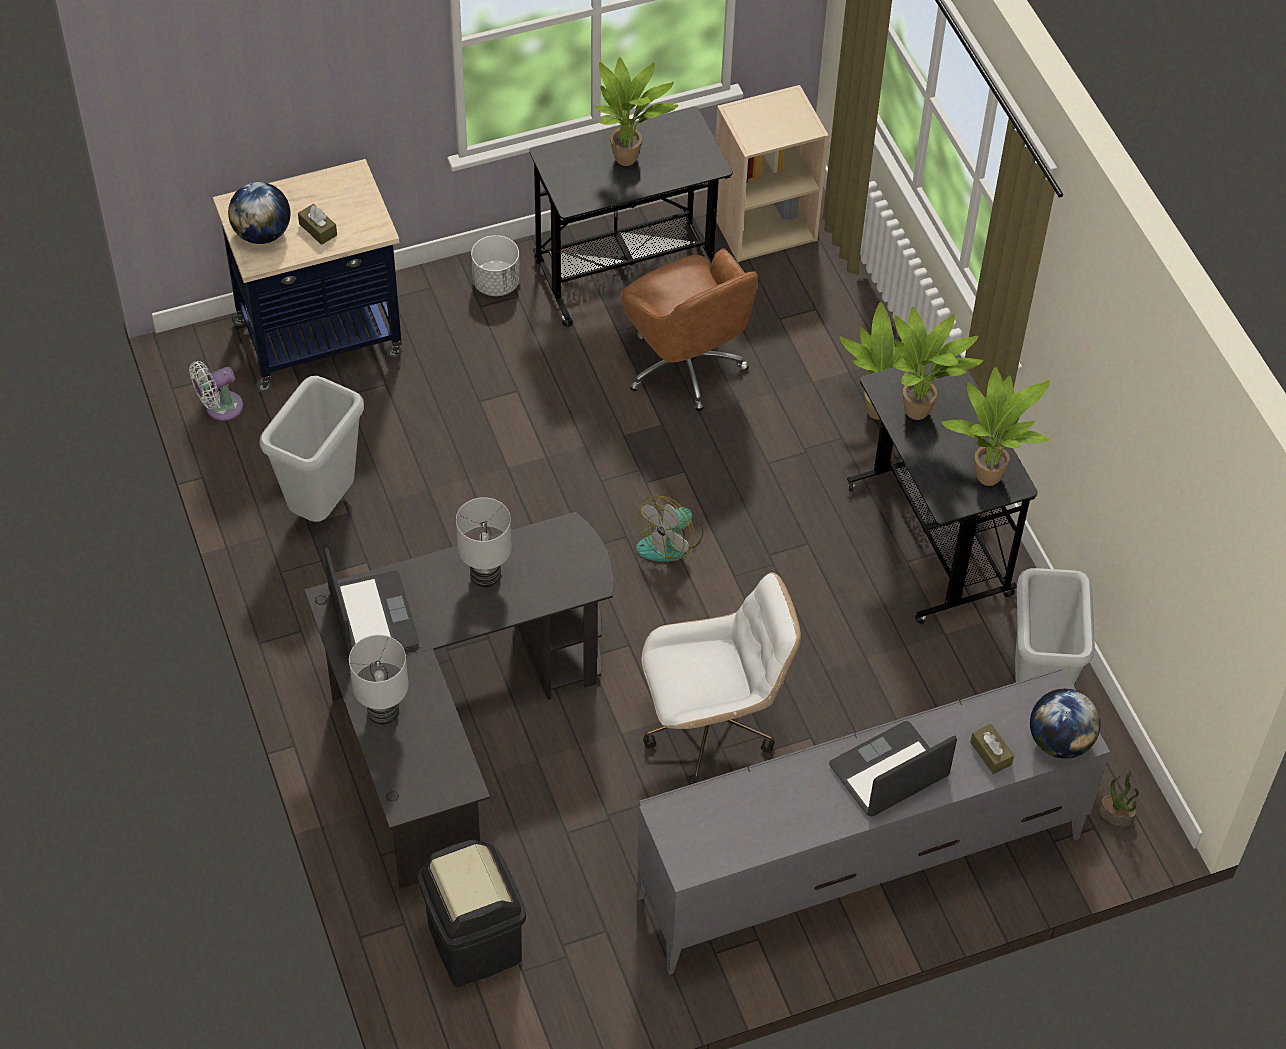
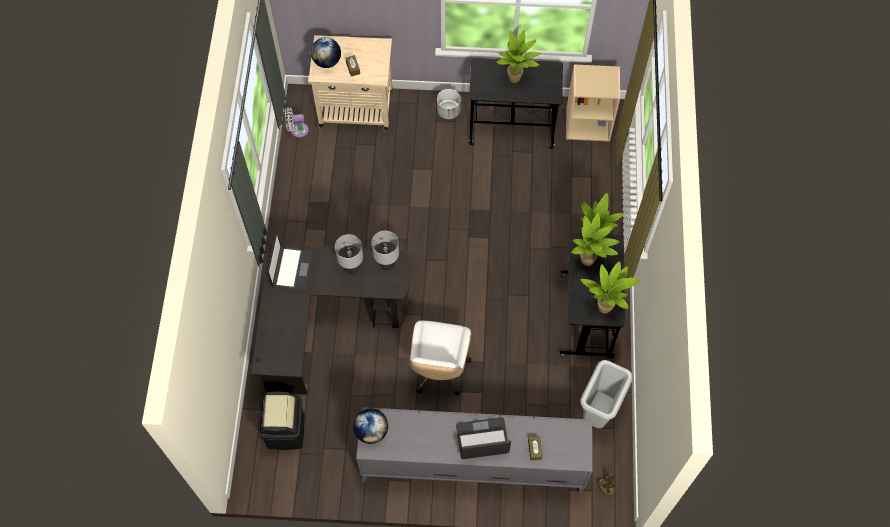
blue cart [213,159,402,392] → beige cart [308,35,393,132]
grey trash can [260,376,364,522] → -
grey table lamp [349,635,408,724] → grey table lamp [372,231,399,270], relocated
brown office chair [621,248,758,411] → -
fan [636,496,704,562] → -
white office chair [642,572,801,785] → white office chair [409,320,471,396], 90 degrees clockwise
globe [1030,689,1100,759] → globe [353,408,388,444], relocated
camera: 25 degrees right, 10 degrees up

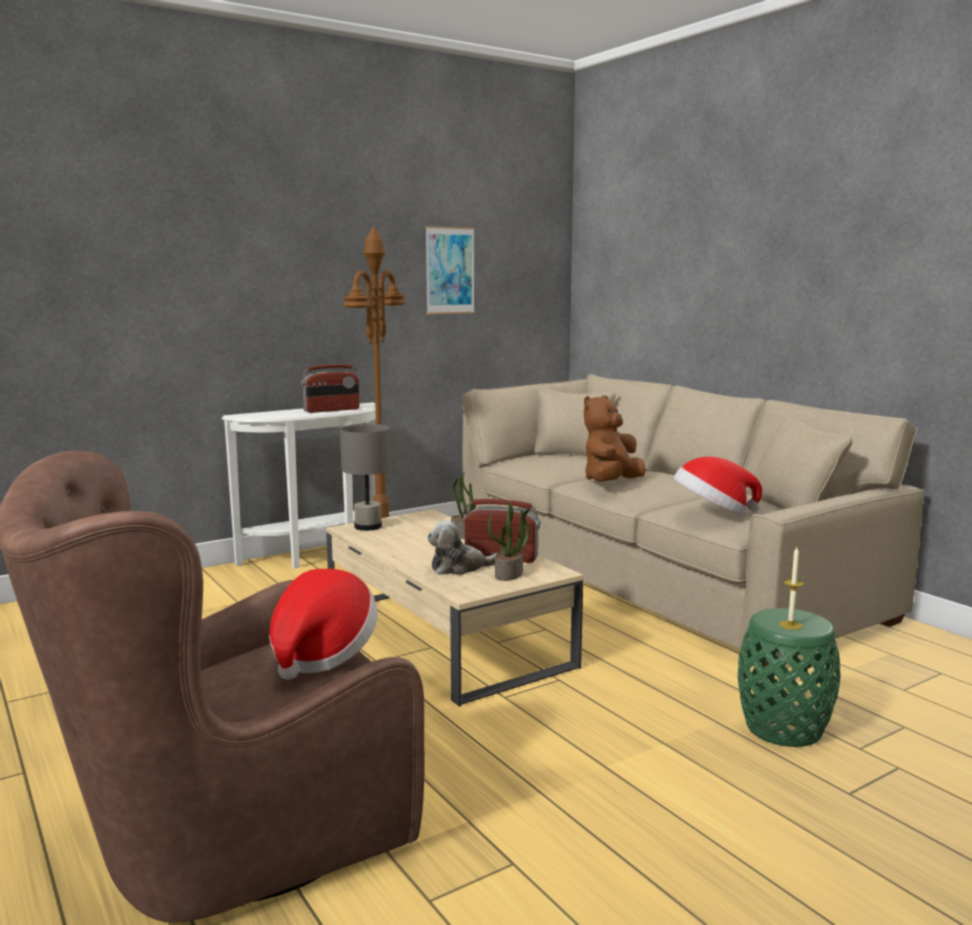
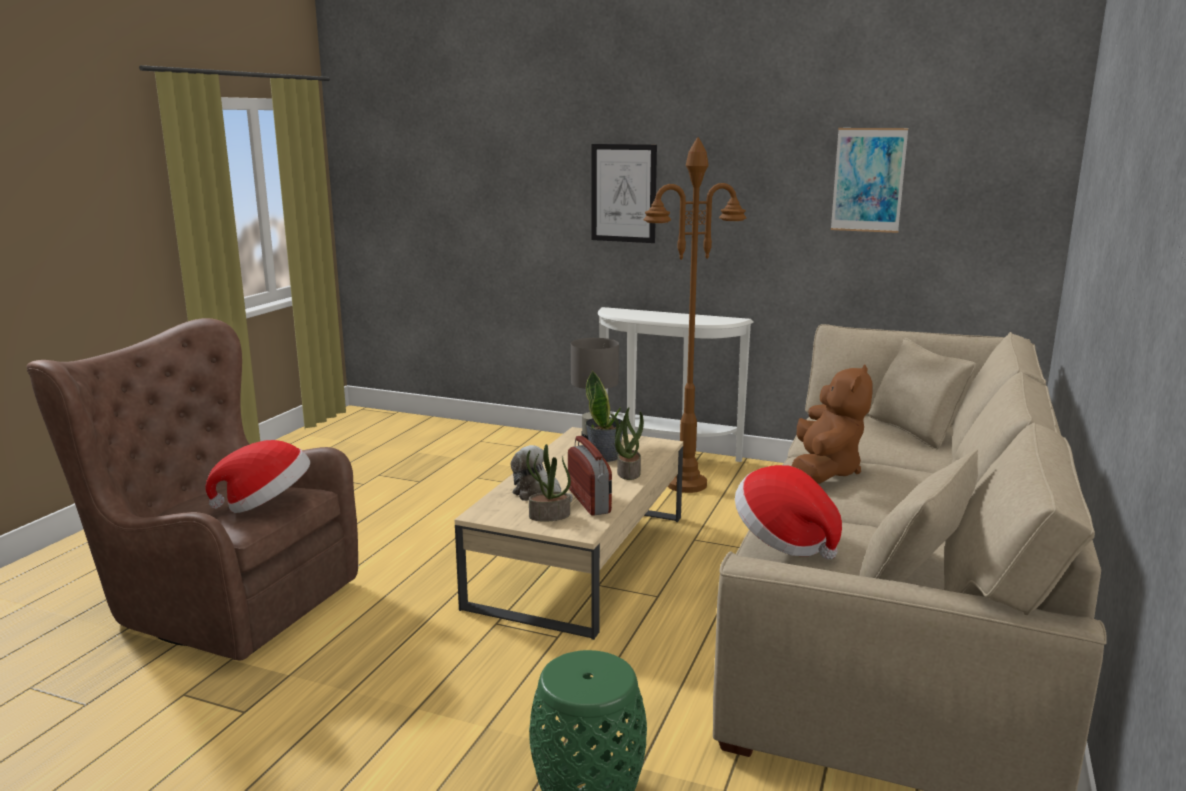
radio [301,364,360,413] → -
brown plush toy [584,395,646,482] → brown plush toy [791,364,873,484], 105 degrees clockwise
candle [779,547,804,630] → -
- → potted plant [585,371,623,462]
- → picture [591,144,657,243]
camera: 55 degrees right, 5 degrees up

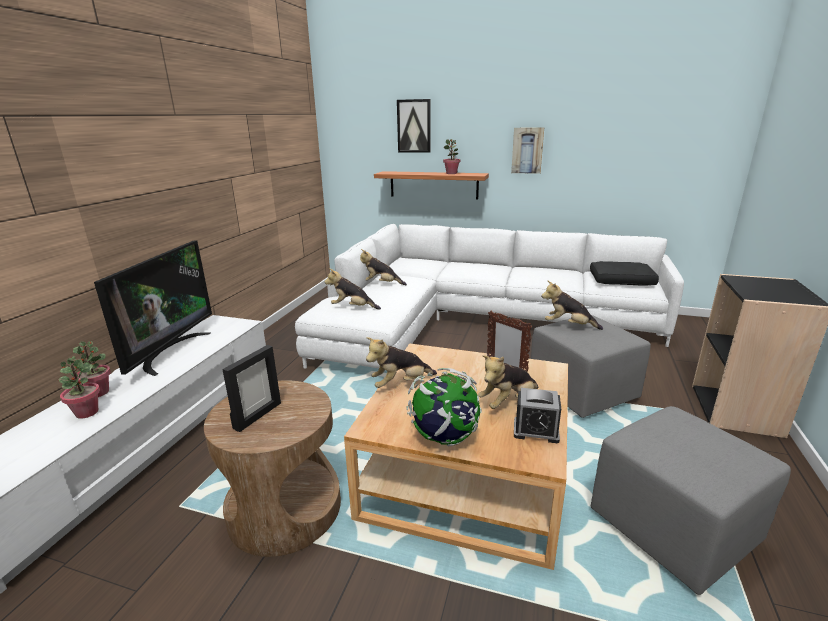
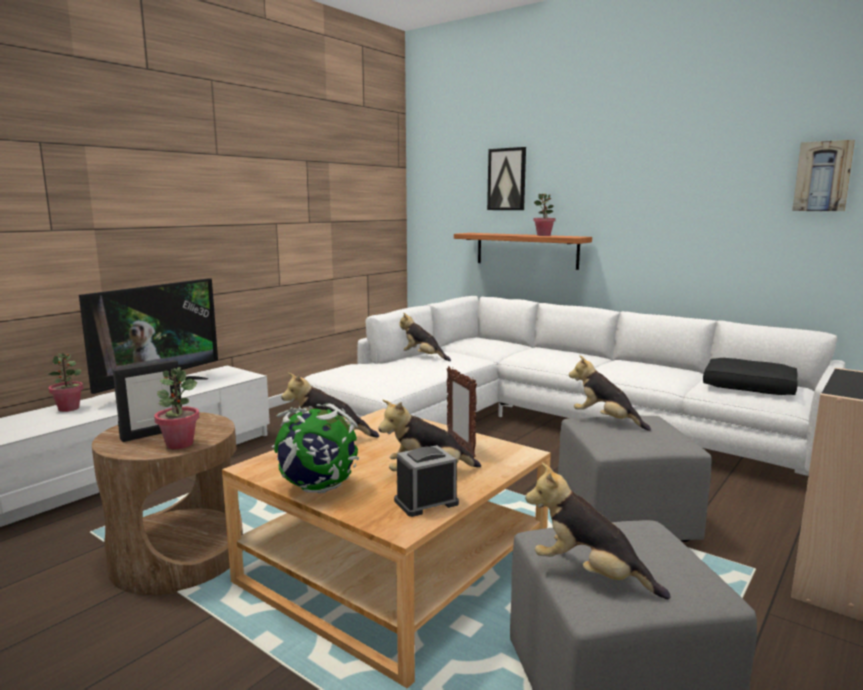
potted plant [58,356,100,419] → potted plant [154,367,199,449], relocated
plush toy [325,268,381,310] → plush toy [525,463,670,599], relocated
picture [511,127,544,174] → picture [792,140,855,211], relocated
alarm clock [514,388,561,443] → alarm clock [394,445,459,517], 120 degrees clockwise
camera: 20 degrees right, 10 degrees down

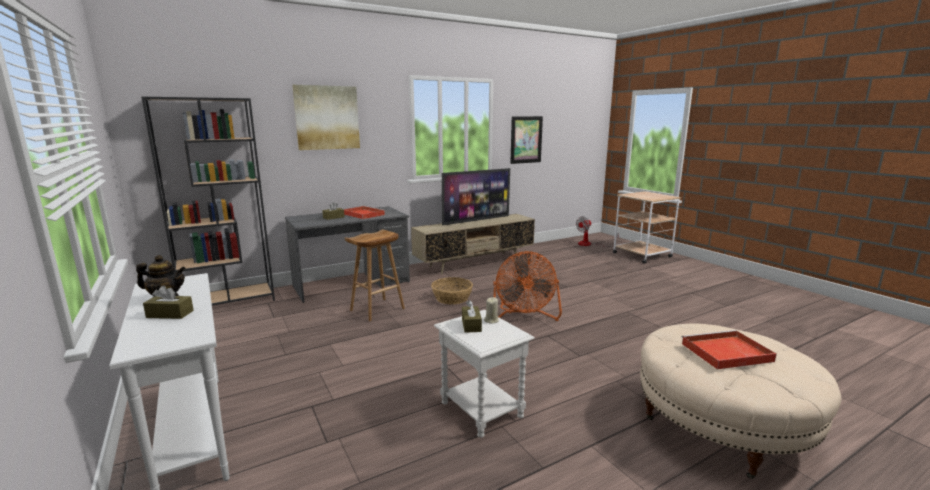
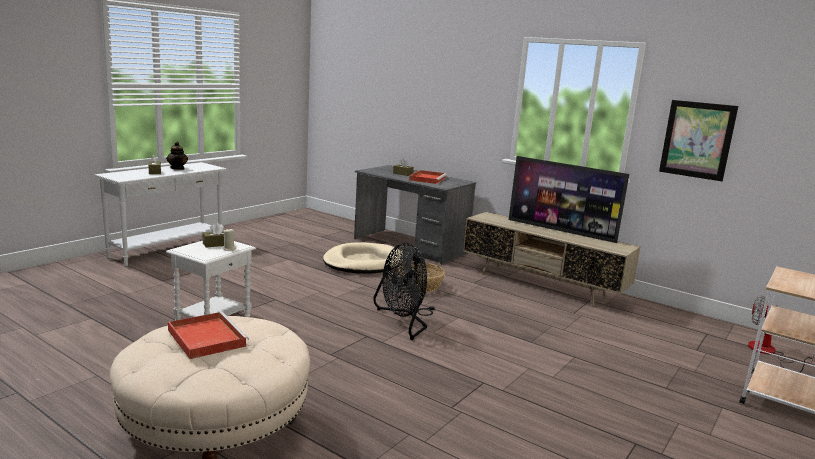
bookcase [142,97,275,306] → -
picture [292,85,360,150] → -
brown stool [345,230,405,321] → beige dog bed [323,242,403,274]
orange fan [493,251,562,321] → black fan [373,243,436,340]
camera: 65 degrees right, 0 degrees up

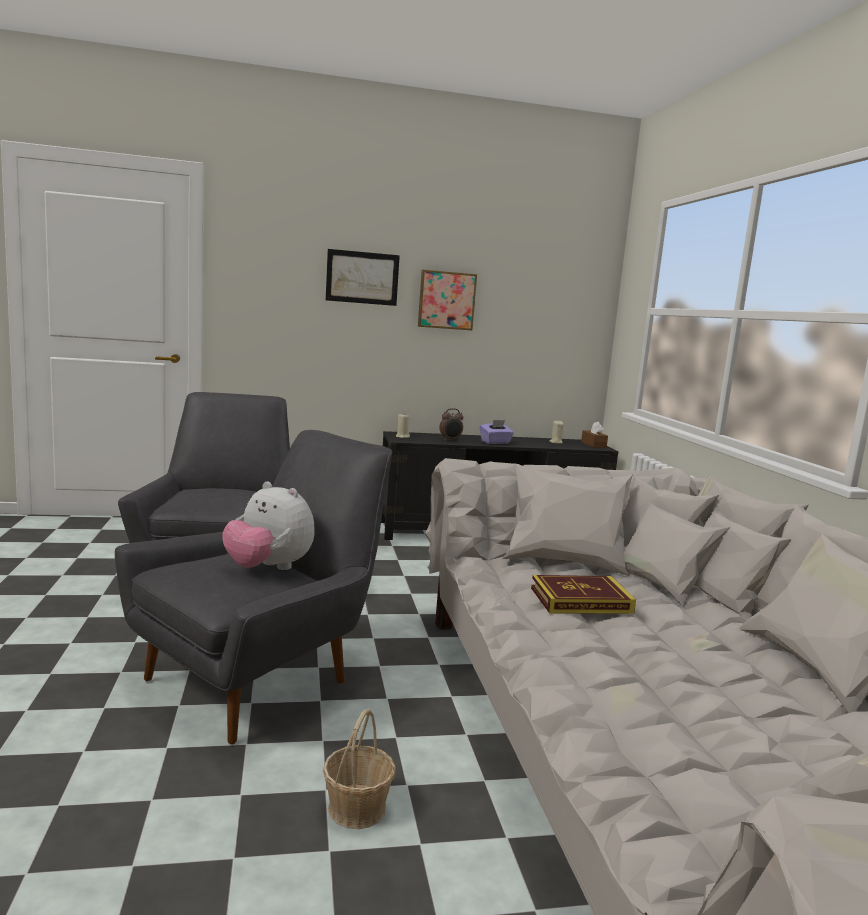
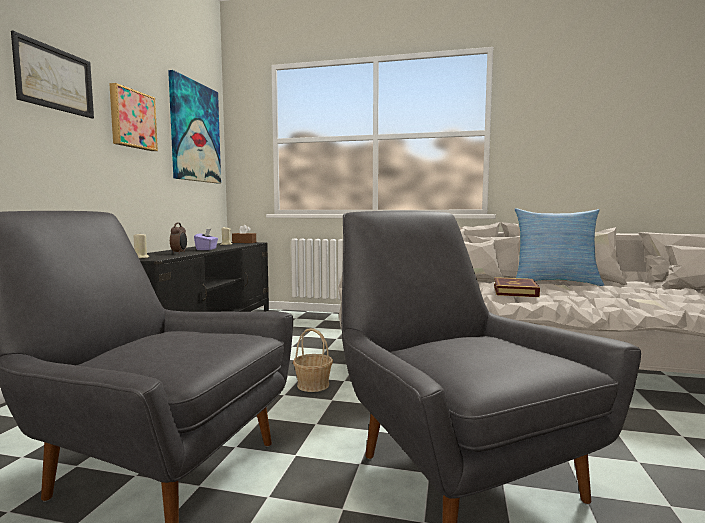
plush toy [222,482,314,570] → -
basket [323,708,396,829] → basket [293,328,333,392], relocated
- → picture [168,70,221,184]
- → pillow [515,208,604,286]
camera: 65 degrees left, 5 degrees down

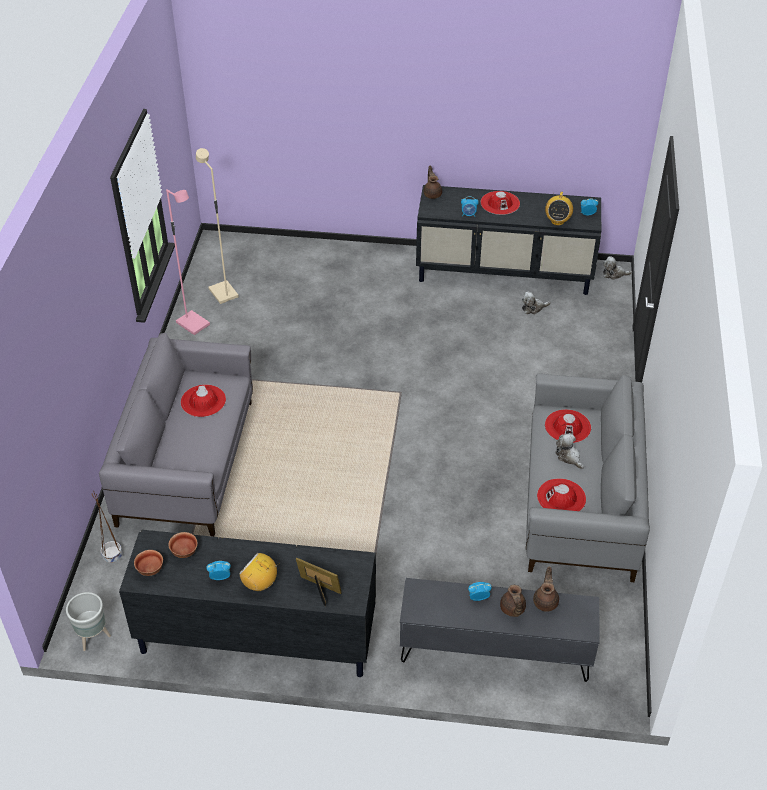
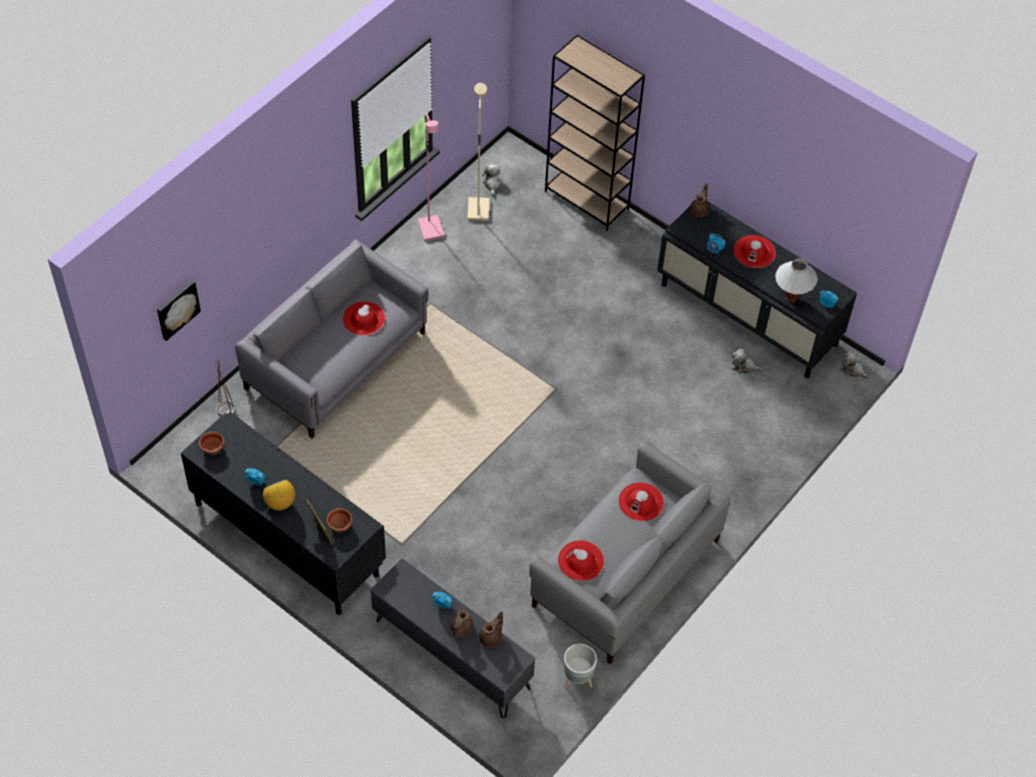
grey planter [66,592,111,651] → grey planter [564,644,597,689], relocated
bowl [168,532,198,558] → bowl [327,508,352,532], relocated
radio [545,192,573,226] → white table lamp [775,259,818,303]
plush toy [556,433,584,469] → plush toy [482,164,502,196], relocated
- → picture [157,280,201,341]
- → beige bookcase [545,35,645,231]
camera: 30 degrees right, 10 degrees up

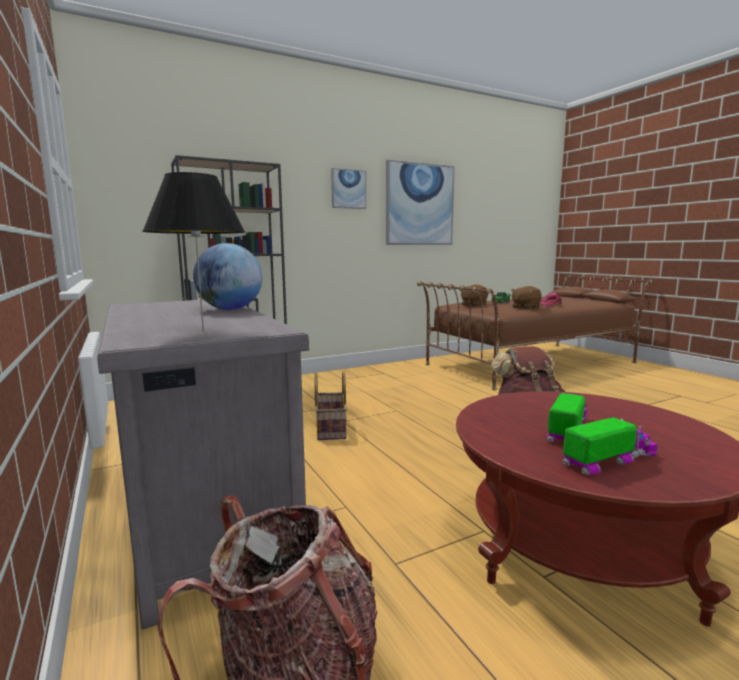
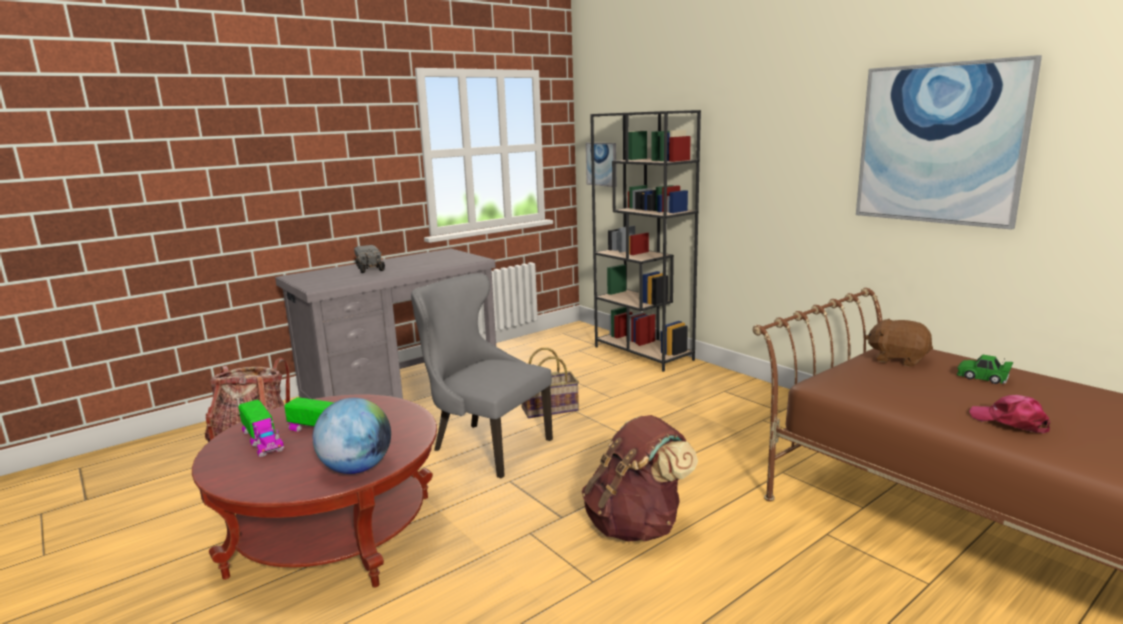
black table lamp [142,172,245,332] → -
globe [193,243,262,310] → globe [313,398,391,474], relocated
picture [331,168,366,209] → picture [586,143,616,187], relocated
brown plush toy [511,286,542,309] → -
- → toy truck [354,245,385,273]
- → grey chair [411,273,553,478]
camera: 80 degrees right, 5 degrees up

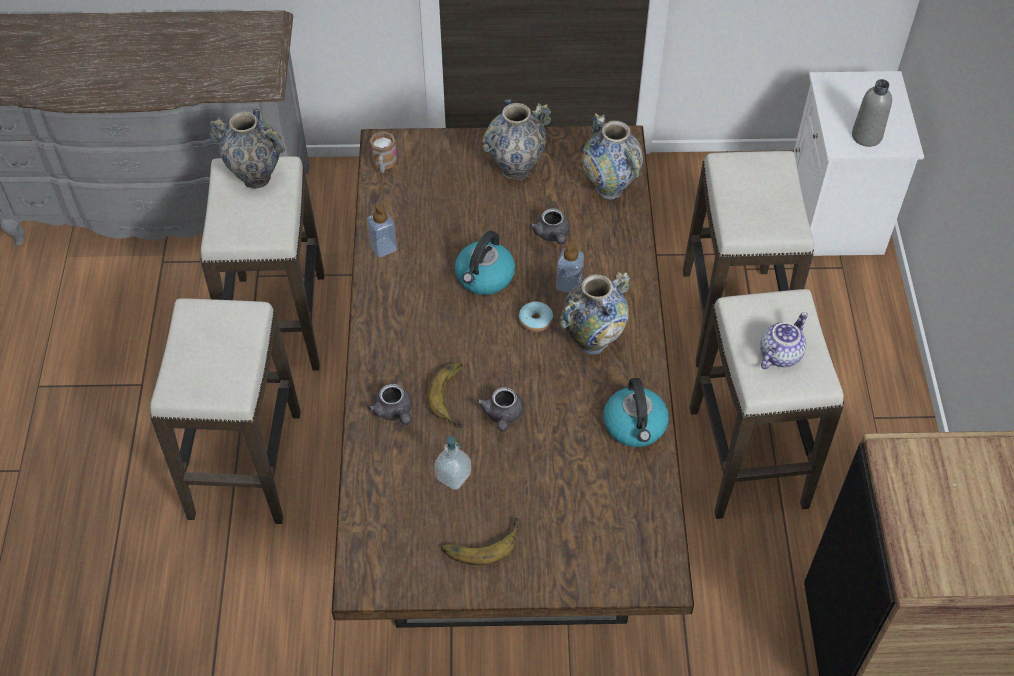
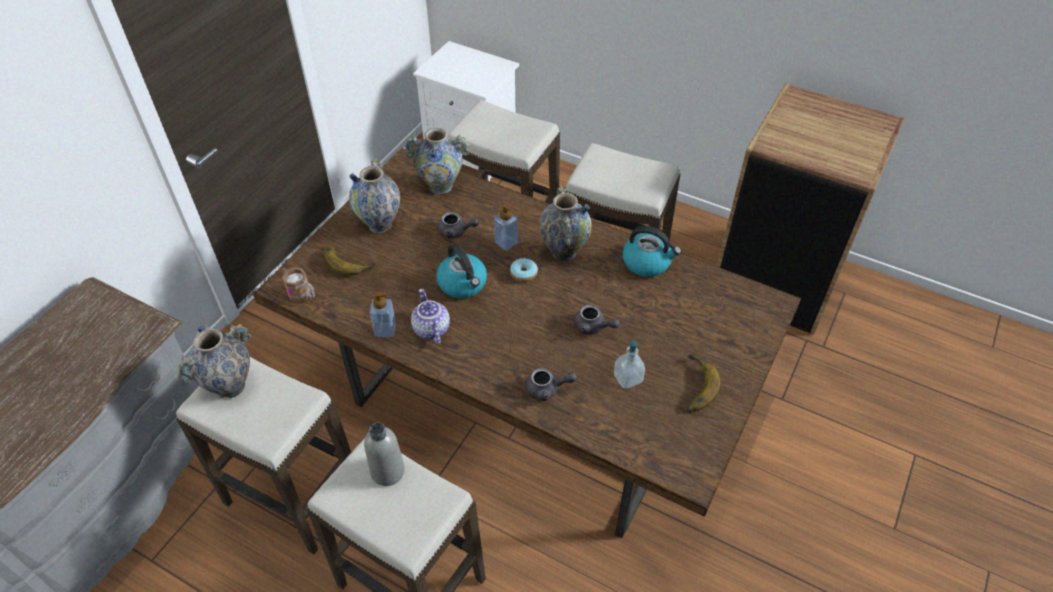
banana [427,363,464,428] → banana [324,245,378,275], relocated
teapot [760,312,808,369] → teapot [411,289,450,345], relocated
grey bottle [852,79,892,147] → grey bottle [364,422,405,486], relocated
camera: 60 degrees left, 5 degrees down

